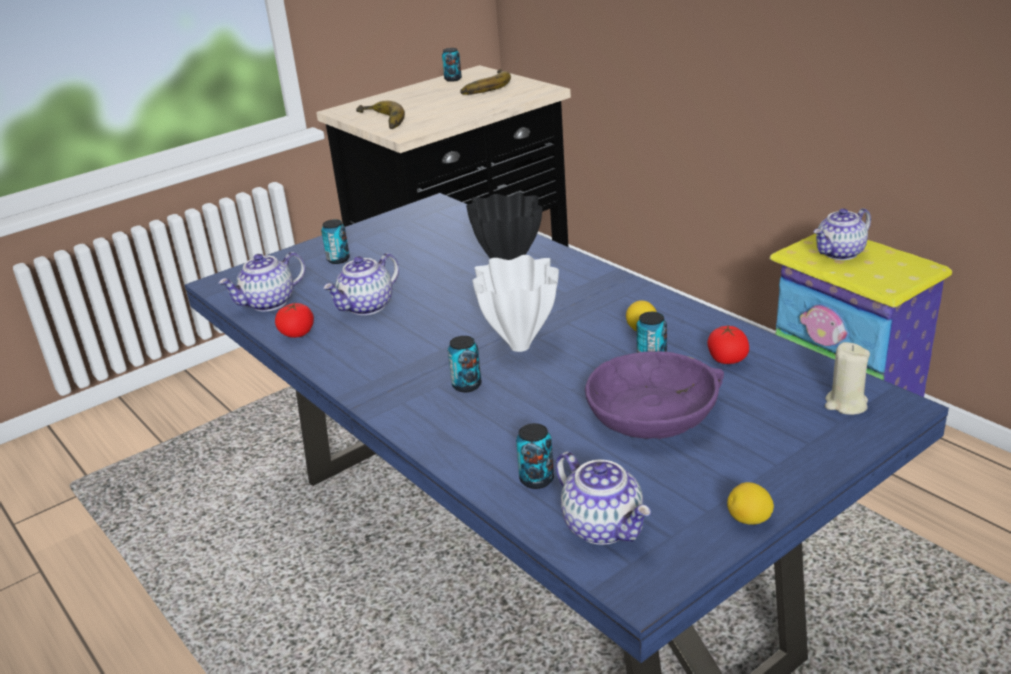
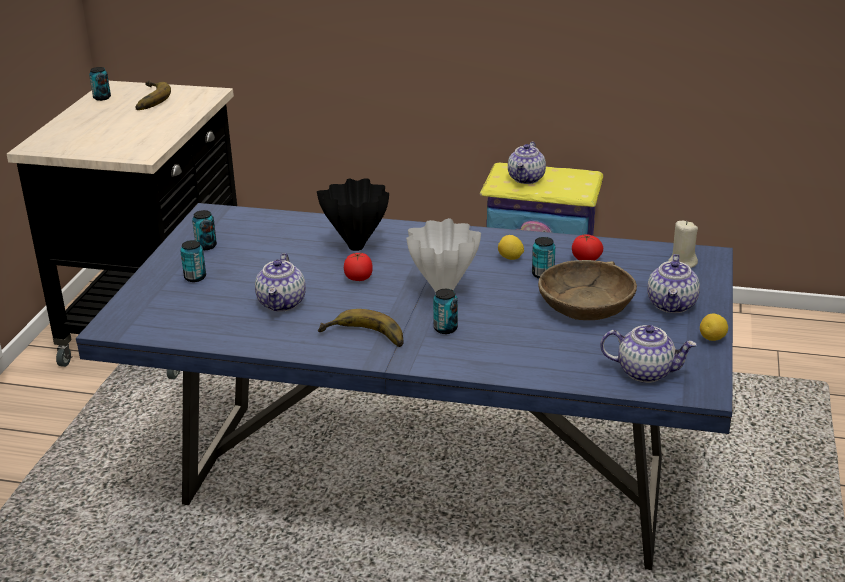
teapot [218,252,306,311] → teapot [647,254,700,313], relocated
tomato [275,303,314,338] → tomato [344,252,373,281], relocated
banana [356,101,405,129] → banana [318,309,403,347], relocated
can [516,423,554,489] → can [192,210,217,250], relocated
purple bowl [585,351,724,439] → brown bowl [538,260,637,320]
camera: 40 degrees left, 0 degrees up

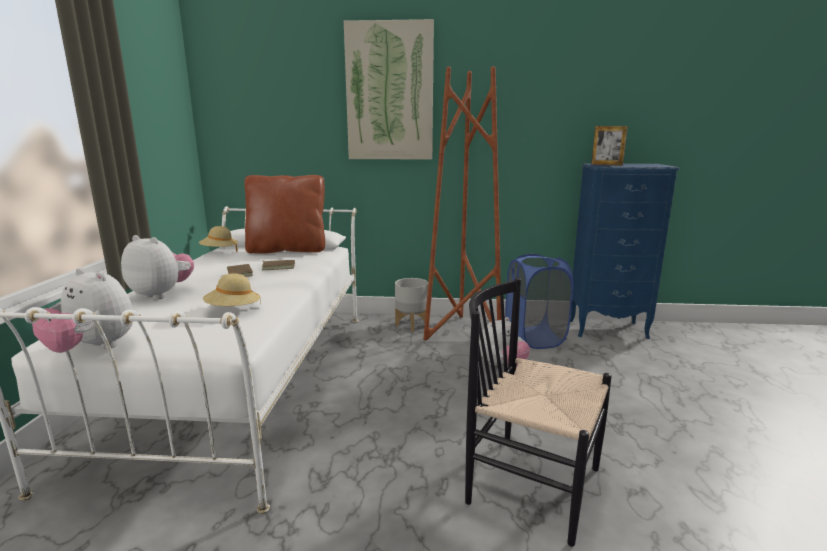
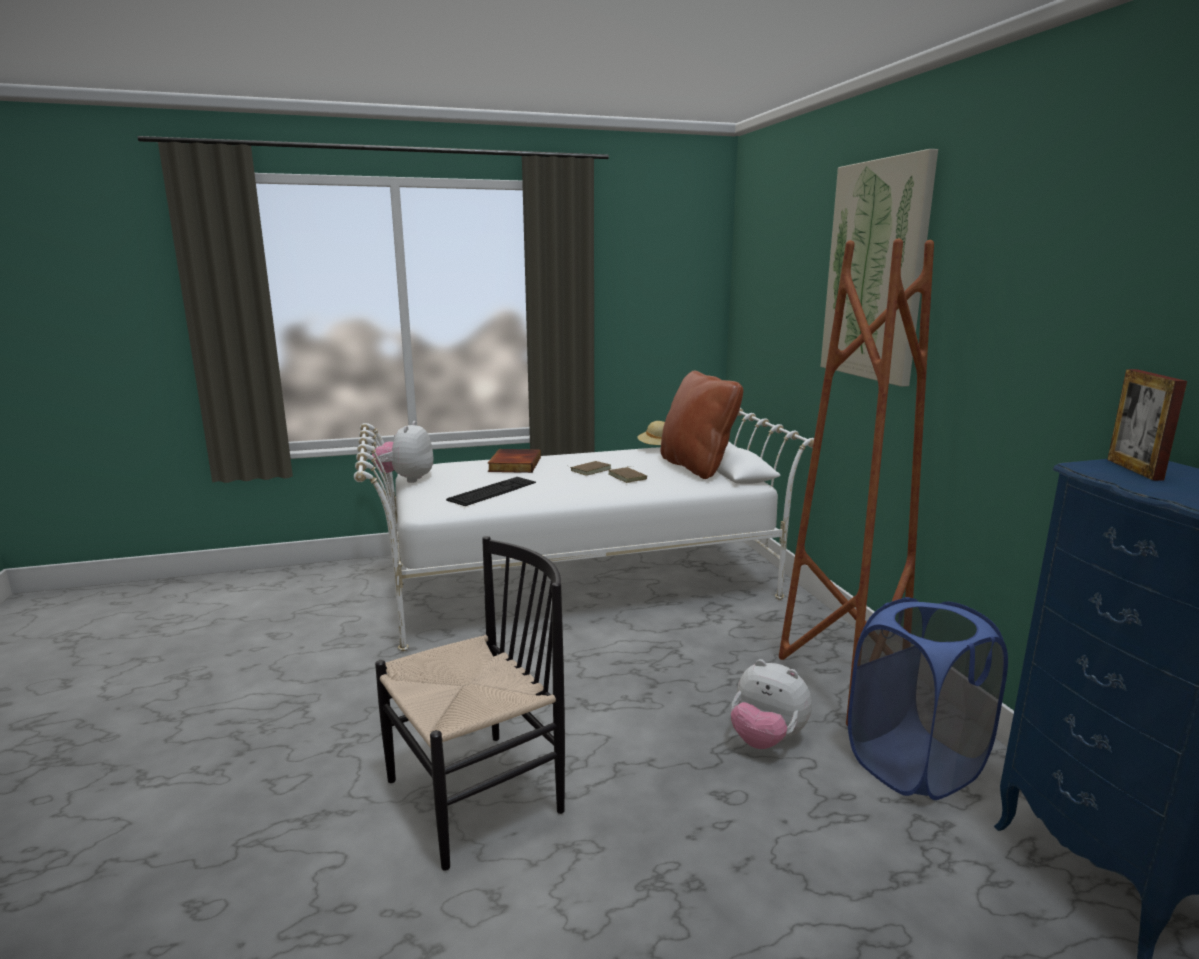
plush toy [121,235,194,299] → book [488,449,541,473]
beige hat [203,273,261,306] → keyboard [446,477,536,506]
grey planter [395,278,428,332] → -
black chair [465,278,612,547] → black chair [375,536,565,871], 45 degrees clockwise
camera: 70 degrees right, 0 degrees up

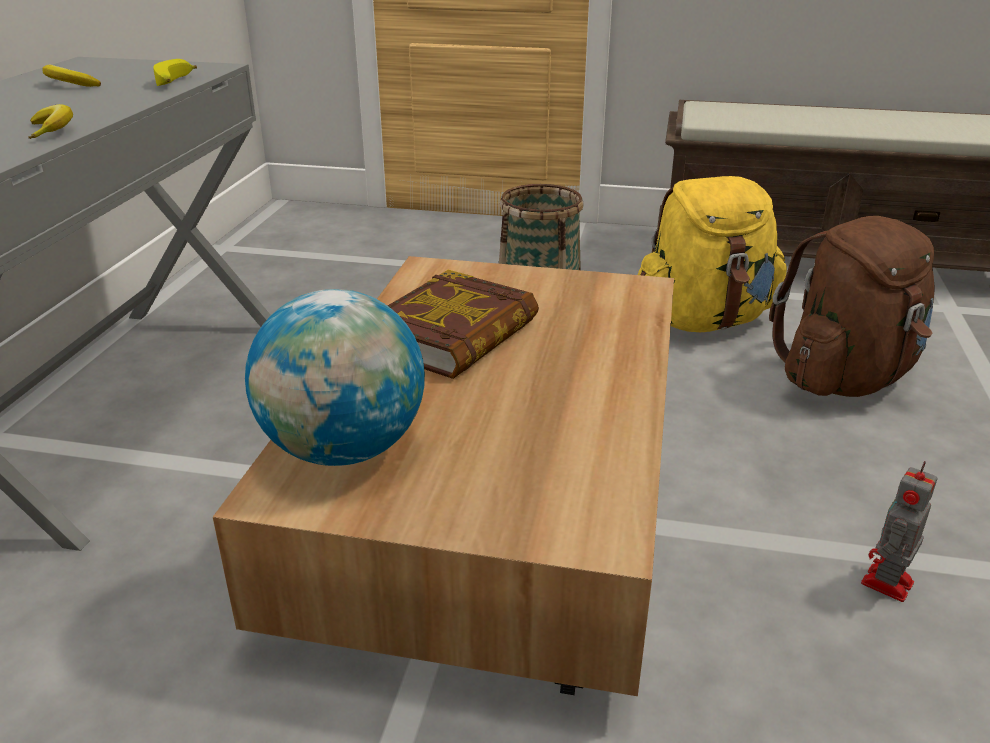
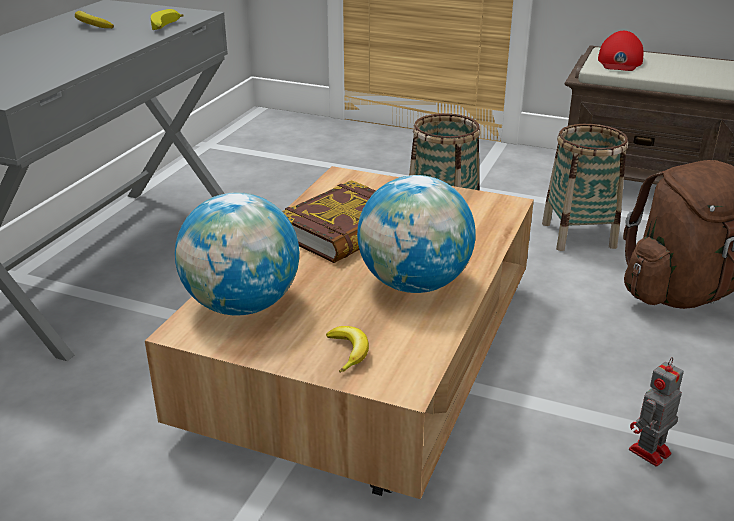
banana [28,104,73,139] → banana [326,326,369,373], relocated
yellow backpack [638,176,787,332] → basket [542,124,628,251]
- → globe [357,175,476,293]
- → red cap [598,31,644,71]
camera: 10 degrees right, 0 degrees up

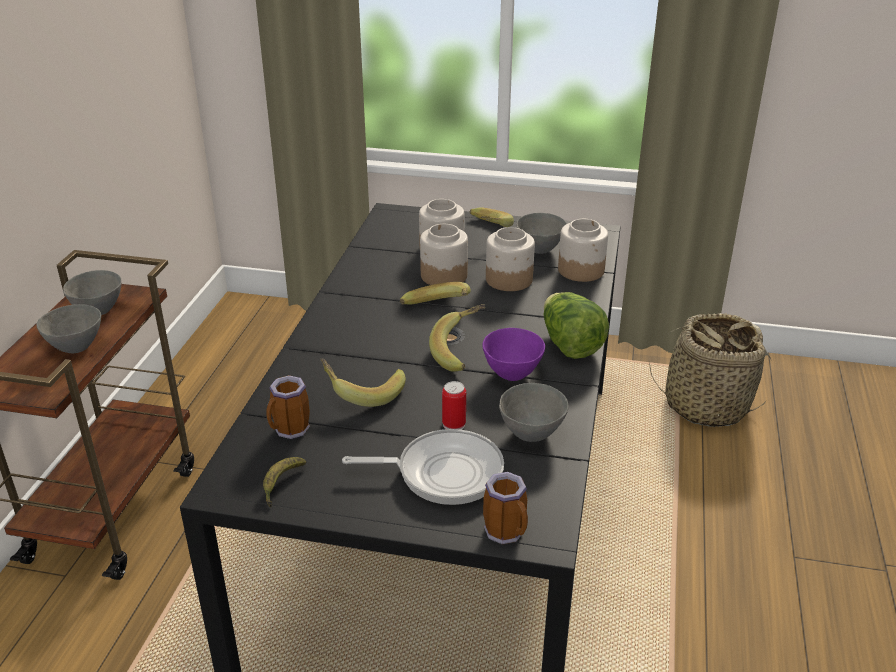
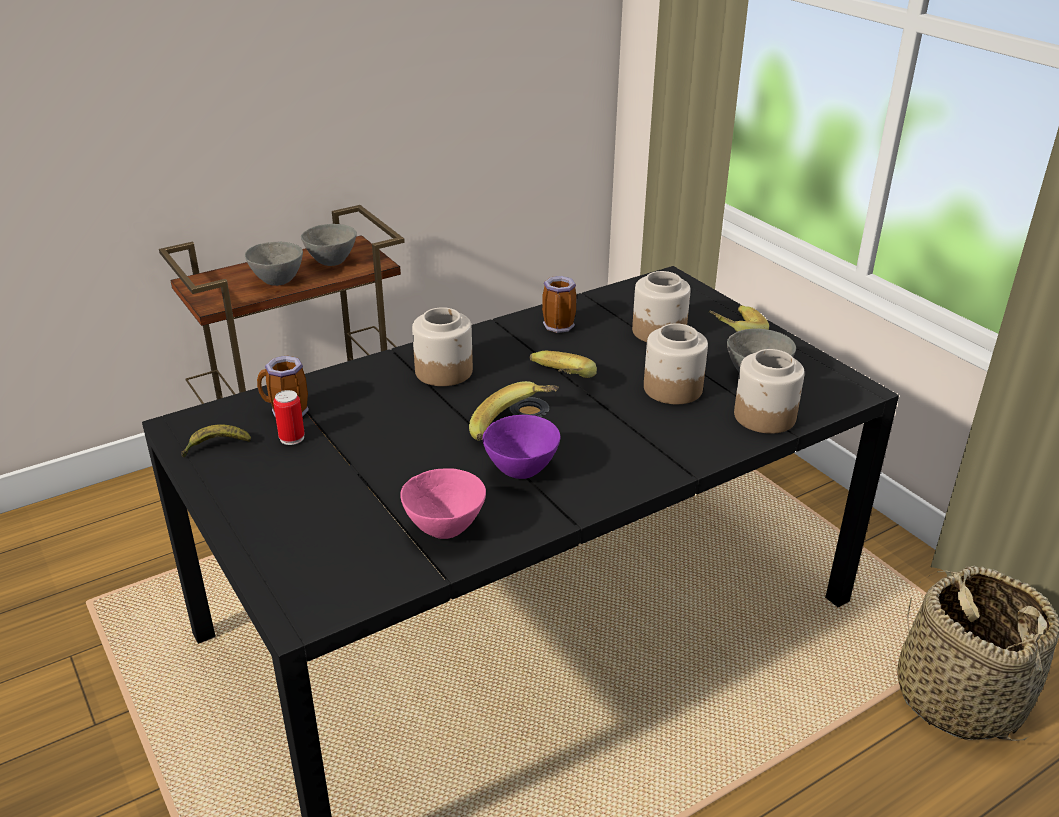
banana [321,359,406,407] → -
frying pan [342,429,504,505] → -
jar [420,224,468,285] → jar [412,307,473,386], relocated
can [442,381,466,430] → can [273,390,305,445], relocated
mug [483,472,528,544] → mug [542,276,577,333], relocated
grey bowl [499,383,568,442] → pink bowl [400,468,486,539]
lettuce [543,292,609,359] → -
camera: 45 degrees right, 0 degrees up

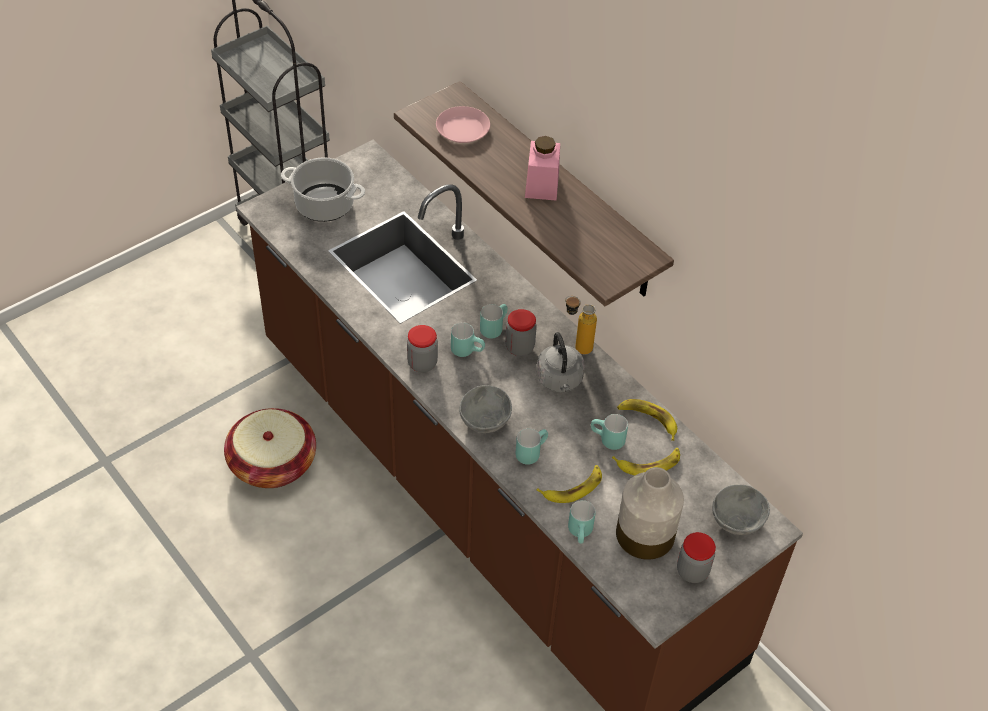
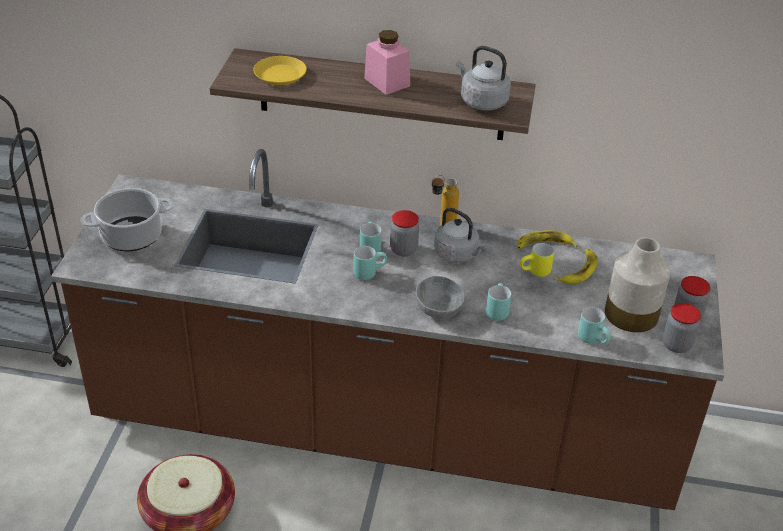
jar [407,325,438,372] → jar [663,303,701,353], relocated
pink plate [436,106,490,143] → yellow plate [253,56,307,85]
banana [536,465,602,503] → -
turquoise mug [591,414,628,450] → yellow mug [520,243,554,277]
grey bowl [712,485,770,535] → -
- → grey kettle [456,46,511,111]
camera: 40 degrees left, 10 degrees down

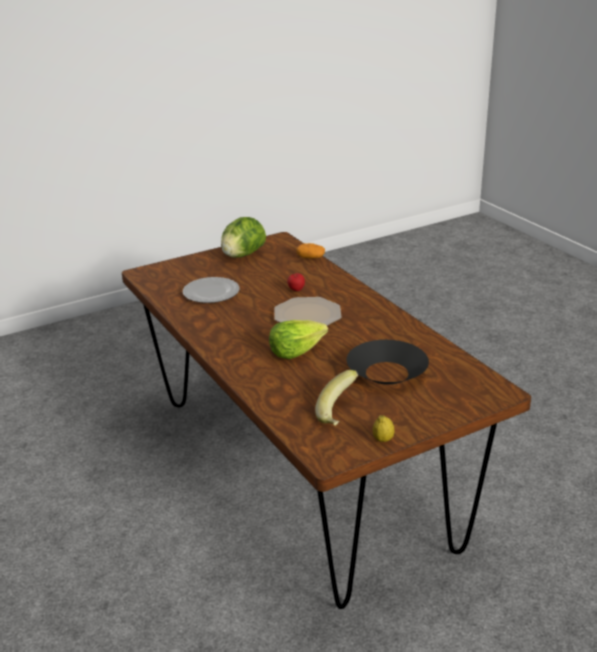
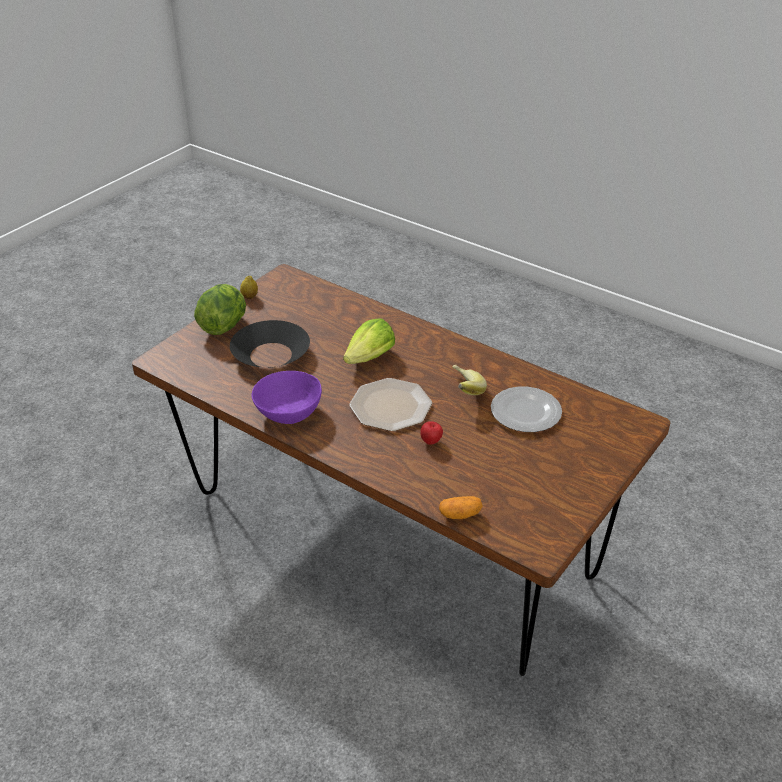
lettuce [221,217,266,258] → lettuce [194,284,246,335], relocated
banana [315,370,358,426] → banana [453,364,487,395], relocated
- → purple bowl [251,371,322,424]
camera: 155 degrees right, 10 degrees up

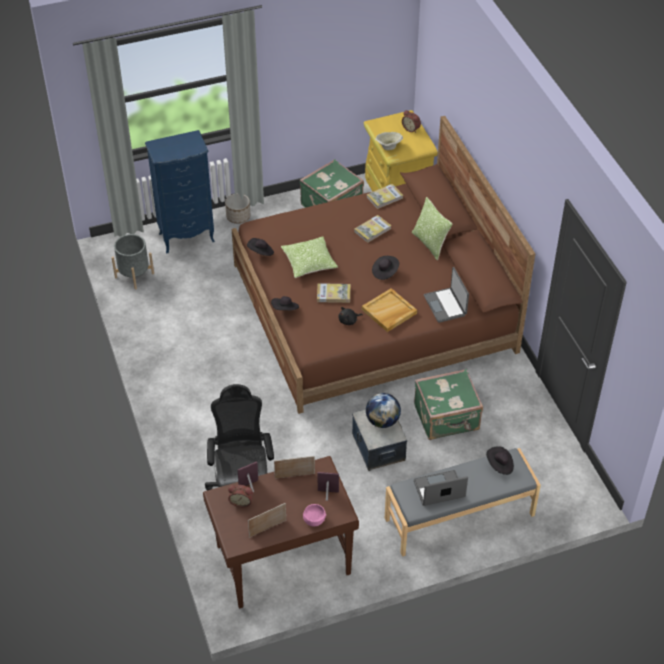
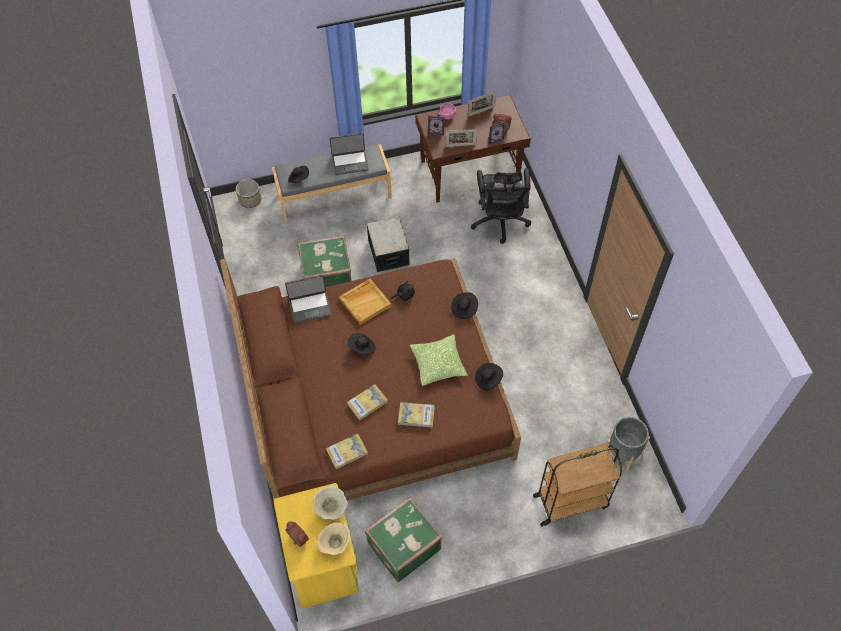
blue dresser [145,130,215,253] → brown cart [533,444,622,526]
planter [225,194,250,224] → planter [236,179,261,208], relocated
book [317,283,351,303] → book [398,402,435,427], relocated
globe [366,393,401,428] → -
pillow [412,197,452,260] → -
laptop [424,267,469,323] → laptop [285,275,332,323], 90 degrees clockwise
- → beige bowl [317,523,351,555]
camera: 175 degrees left, 10 degrees up

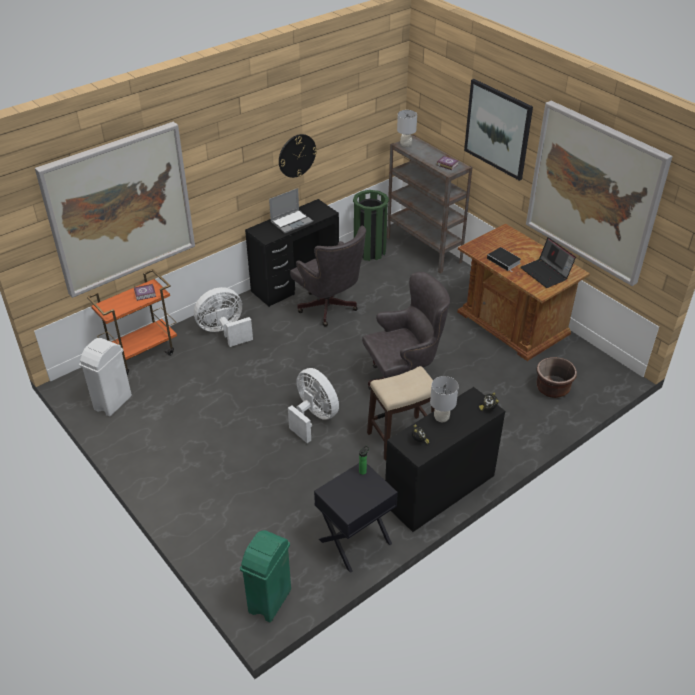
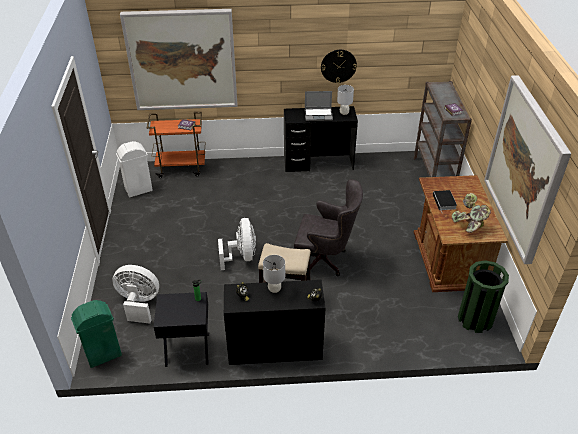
white fan [194,287,253,347] → white fan [113,265,159,324], relocated
grey office chair [290,226,366,327] → -
green trash can [353,190,389,261] → green trash can [458,260,509,333], relocated
grey table lamp [397,110,417,147] → grey table lamp [337,85,354,115], relocated
picture [464,79,533,181] → -
laptop [520,237,576,288] → potted plant [451,193,491,233]
brown planter [536,357,577,398] → -
camera: 35 degrees right, 0 degrees up

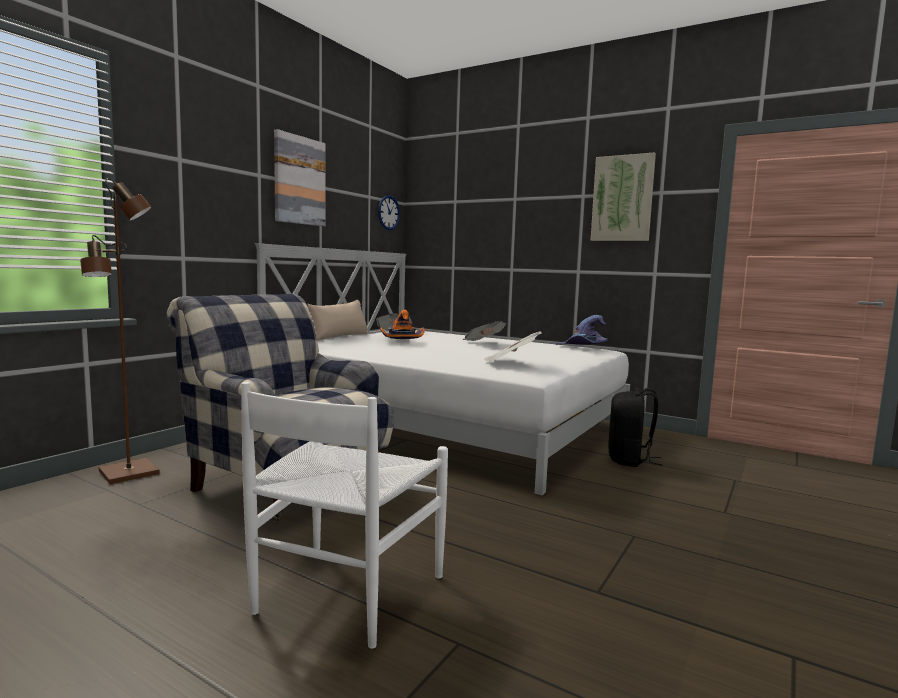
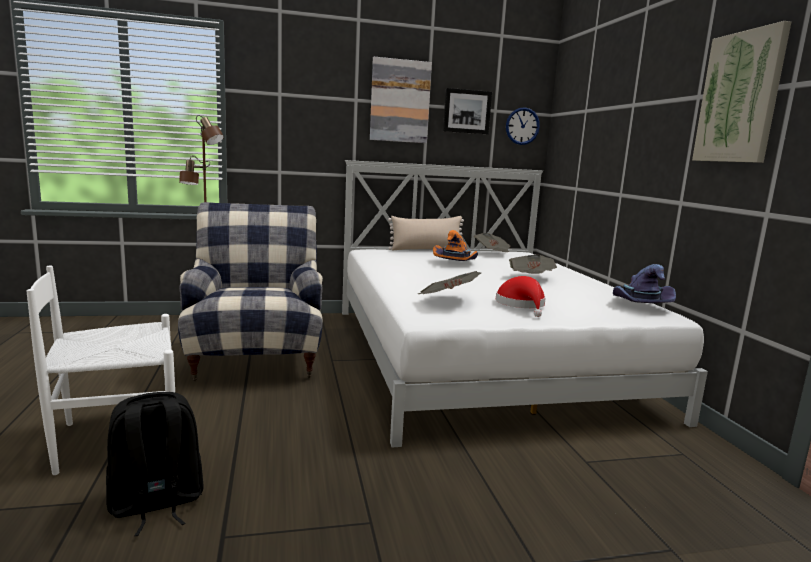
black backpack [608,388,663,467] → black backpack [106,392,204,536], relocated
- → picture [443,88,492,134]
- → red hat [496,276,546,317]
camera: 45 degrees right, 5 degrees up

